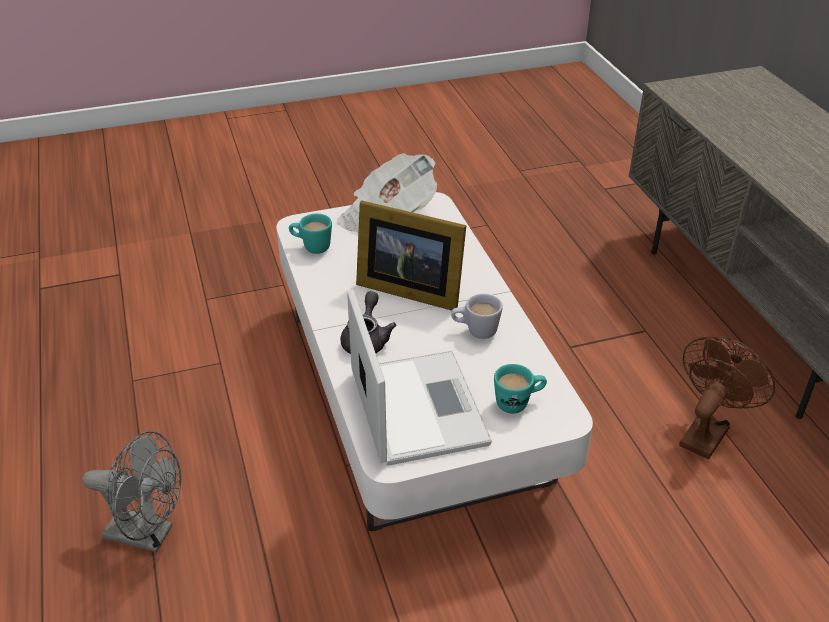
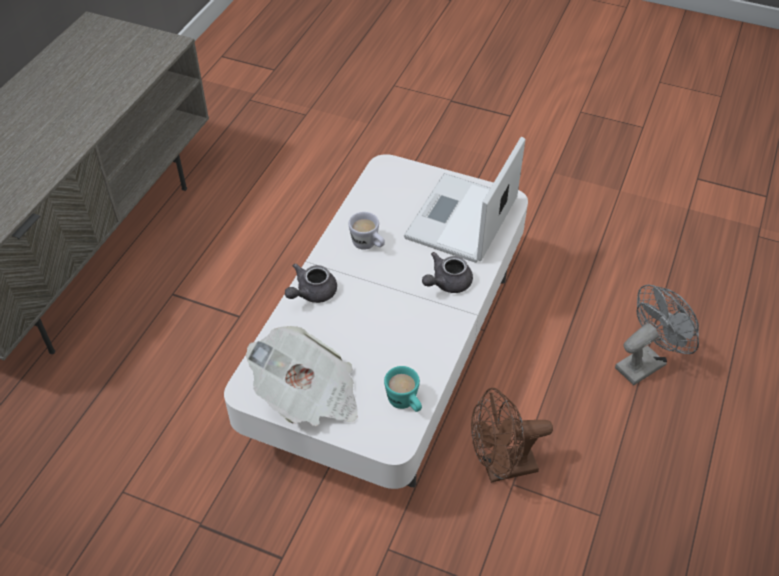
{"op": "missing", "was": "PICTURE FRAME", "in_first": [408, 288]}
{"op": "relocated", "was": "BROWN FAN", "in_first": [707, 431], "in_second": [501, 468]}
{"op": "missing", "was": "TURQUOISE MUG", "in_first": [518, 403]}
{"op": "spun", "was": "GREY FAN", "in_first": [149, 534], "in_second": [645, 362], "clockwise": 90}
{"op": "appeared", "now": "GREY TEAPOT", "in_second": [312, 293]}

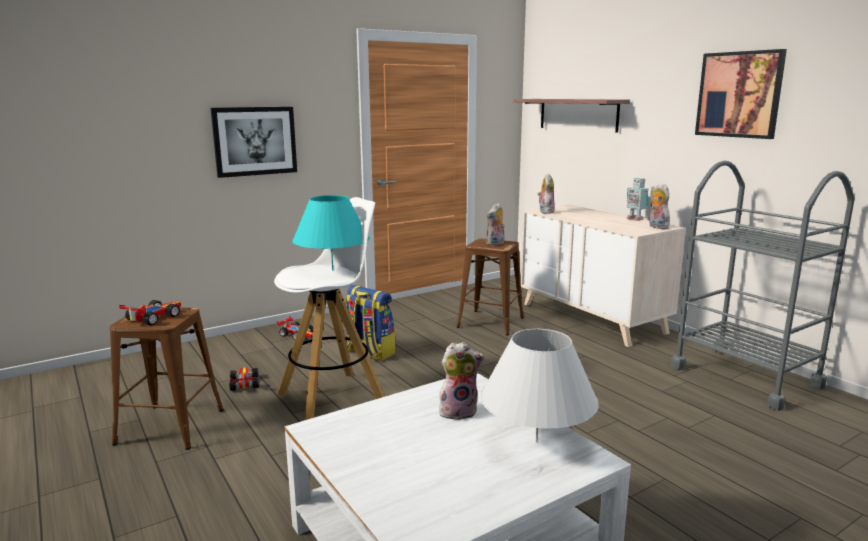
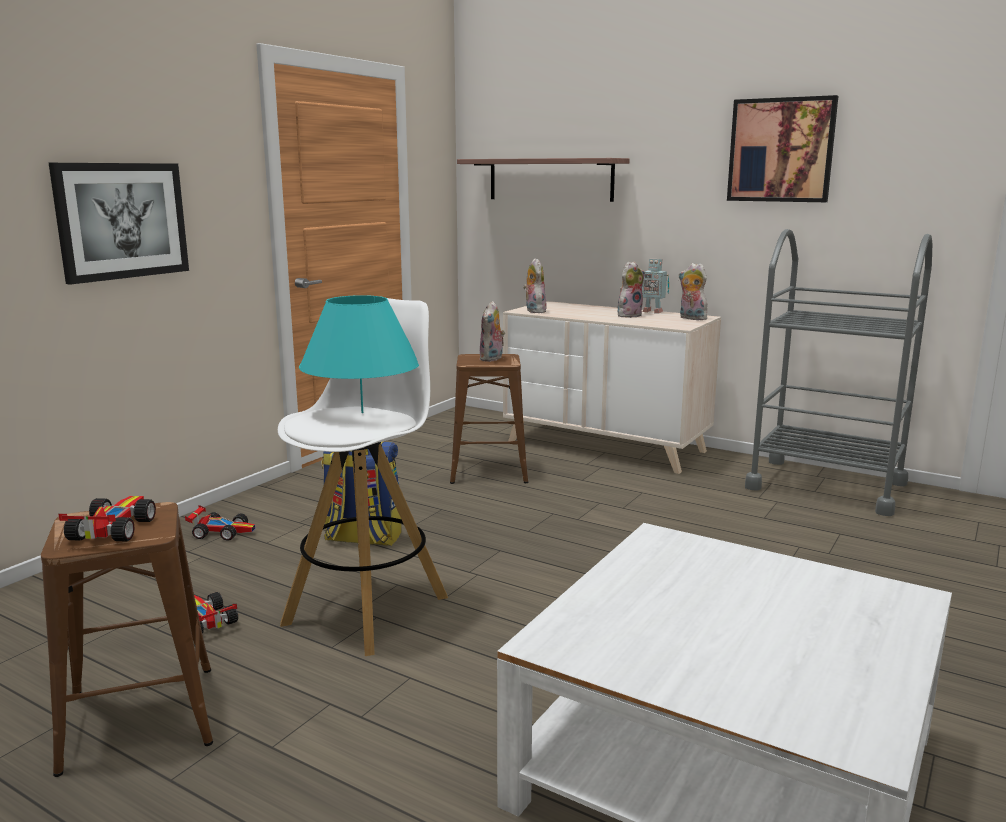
{"op": "missing", "was": "WHITE TABLE LAMP", "in_first": [536, 441]}
{"op": "relocated", "was": "PLUSH TOY", "in_first": [459, 411], "in_second": [629, 315]}

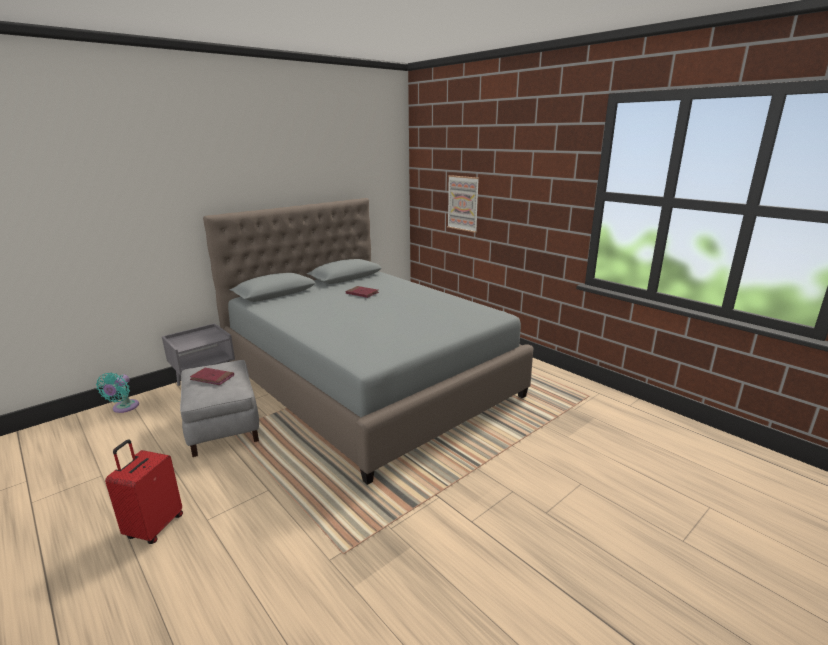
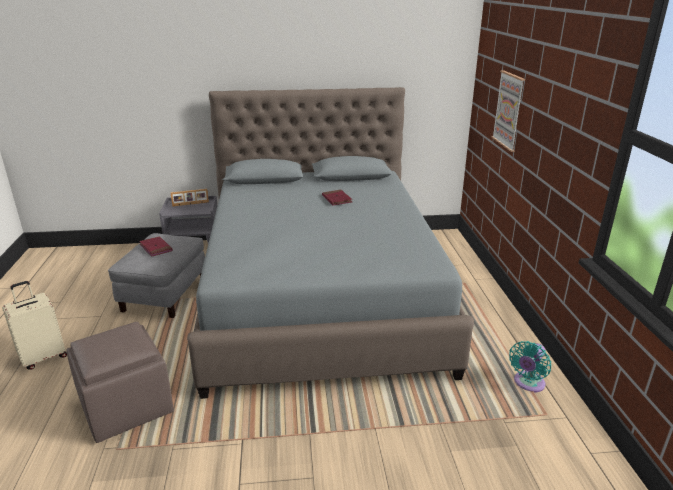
{"op": "relocated", "was": "TURQUOISE FAN", "in_first": [124, 408], "in_second": [527, 384]}
{"op": "colour", "was": "RED SUITCASE", "now": "BEIGE SUITCASE", "in_first": [154, 527], "in_second": [43, 357]}
{"op": "appeared", "now": "PICTURE FRAME", "in_second": [190, 204]}
{"op": "appeared", "now": "BROWN OTTOMAN", "in_second": [127, 406]}

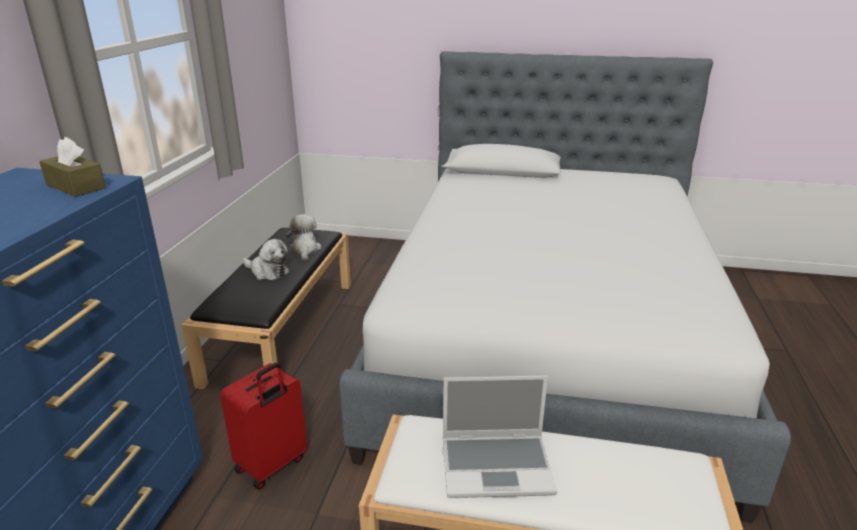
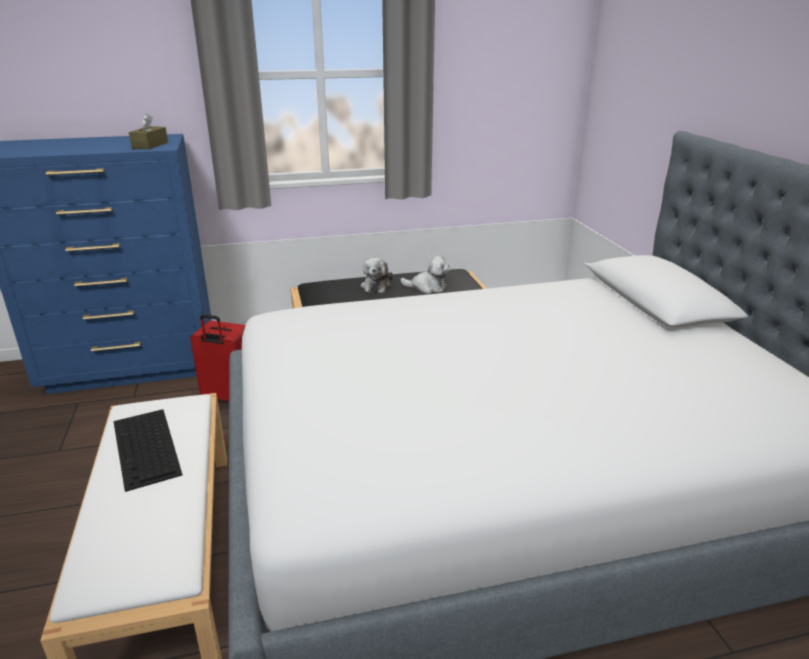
{"op": "spun", "was": "PLUSH TOY", "in_first": [305, 250], "in_second": [428, 287], "clockwise": 45}
{"op": "exchanged", "was": "LAPTOP", "now": "KEYBOARD", "in_first": [497, 466], "in_second": [146, 447]}

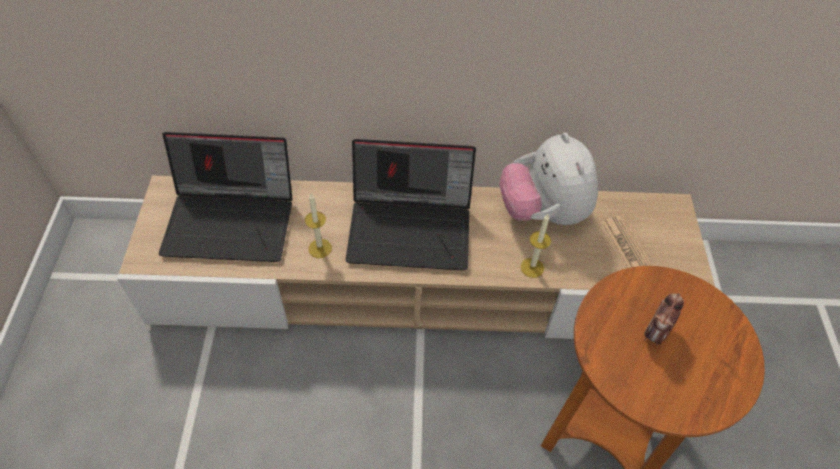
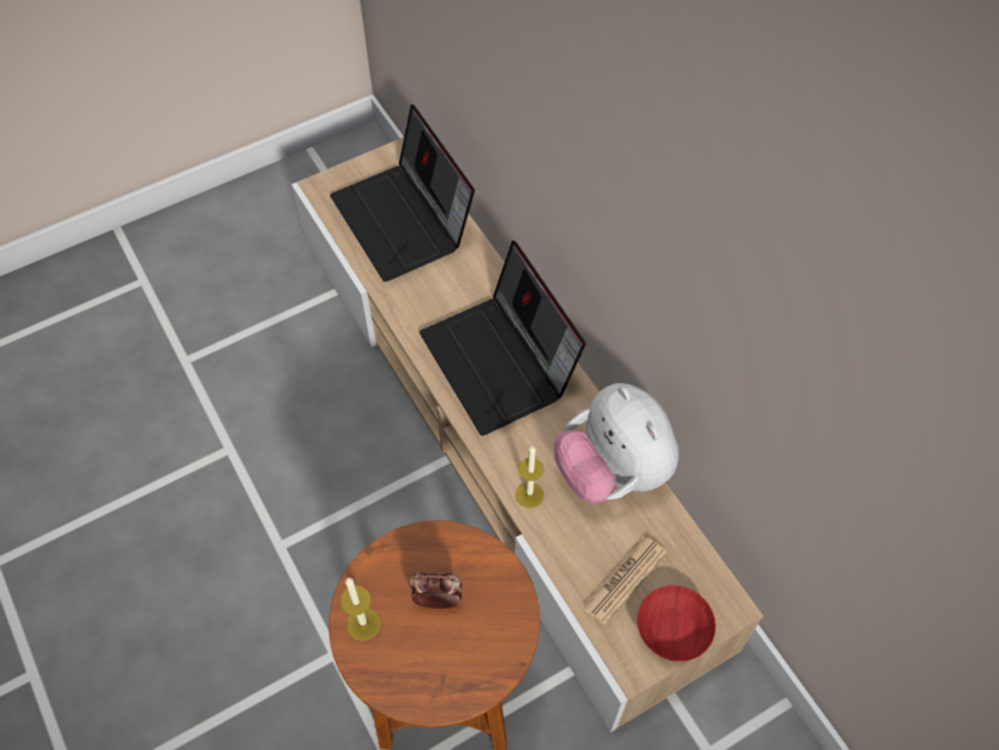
{"op": "spun", "was": "PLUSH TOY", "in_first": [543, 212], "in_second": [612, 471], "clockwise": -75}
{"op": "relocated", "was": "CANDLE", "in_first": [320, 248], "in_second": [363, 624]}
{"op": "appeared", "now": "RED BOWL", "in_second": [673, 631]}

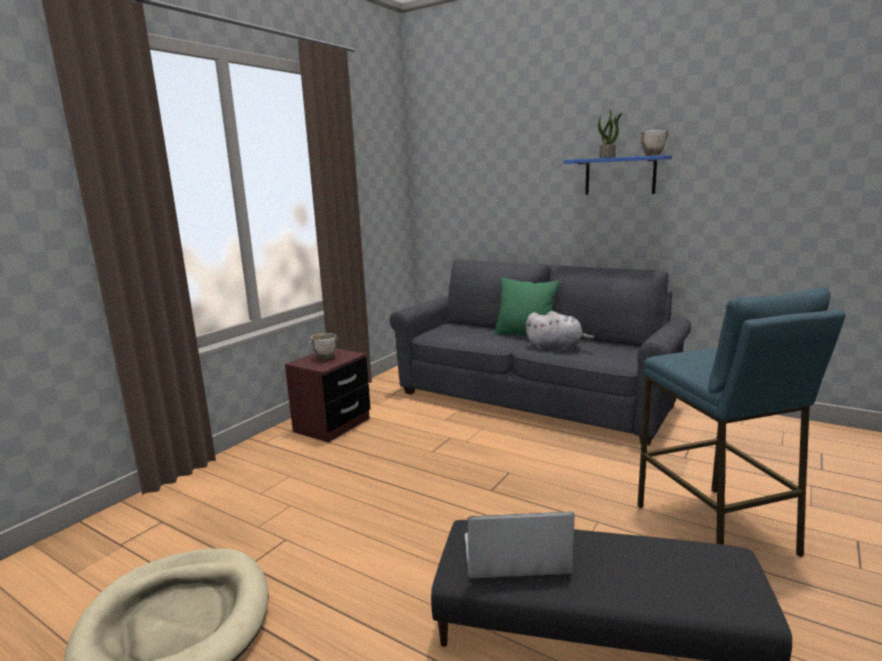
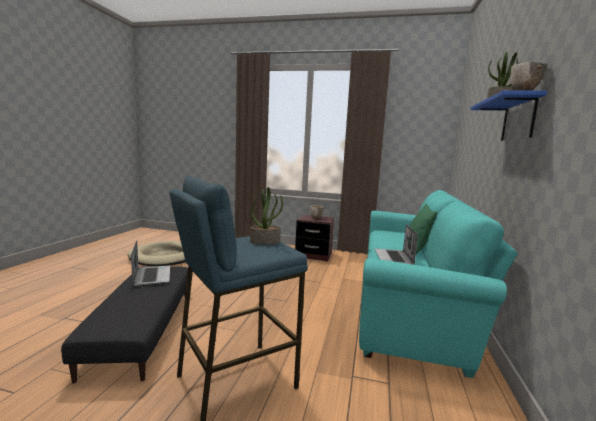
{"op": "colour", "was": "GREY SOFA", "now": "TURQUOISE SOFA", "in_first": [534, 397], "in_second": [411, 304]}
{"op": "exchanged", "was": "GREY PLUSH TOY", "now": "LAPTOP", "in_first": [556, 347], "in_second": [394, 258]}
{"op": "appeared", "now": "POTTED PLANT", "in_second": [265, 241]}

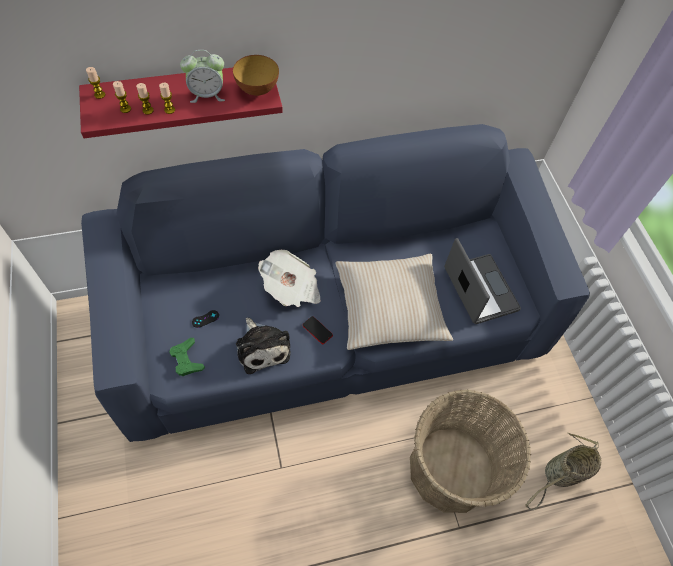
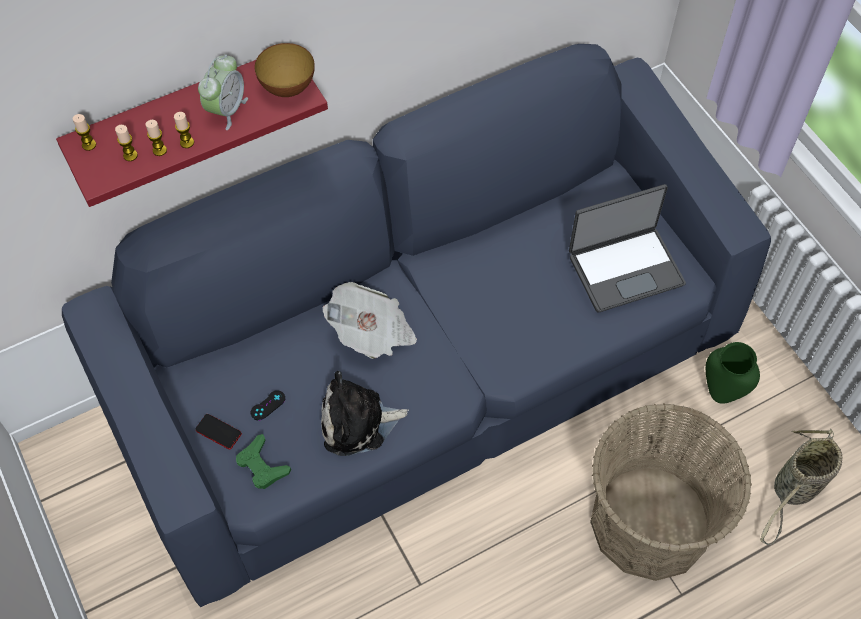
{"op": "spun", "was": "ALARM CLOCK", "in_first": [207, 94], "in_second": [226, 110], "clockwise": -45}
{"op": "spun", "was": "LAPTOP", "in_first": [479, 290], "in_second": [625, 268], "clockwise": 105}
{"op": "missing", "was": "BEIGE PILLOW", "in_first": [389, 307]}
{"op": "relocated", "was": "PHONE", "in_first": [317, 330], "in_second": [218, 432]}
{"op": "spun", "was": "PLUSH TOY", "in_first": [262, 347], "in_second": [358, 423], "clockwise": 120}
{"op": "appeared", "now": "GREEN VASE", "in_second": [722, 392]}

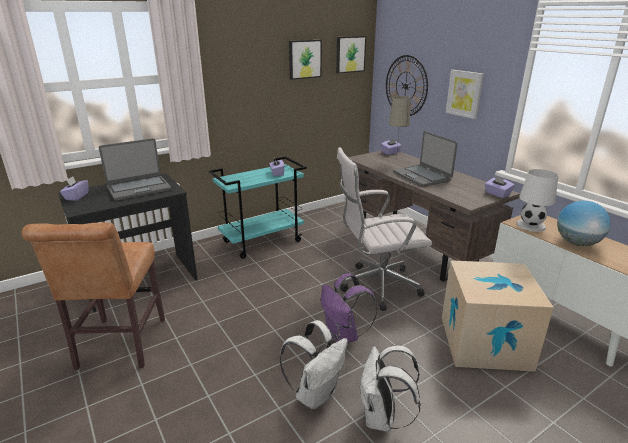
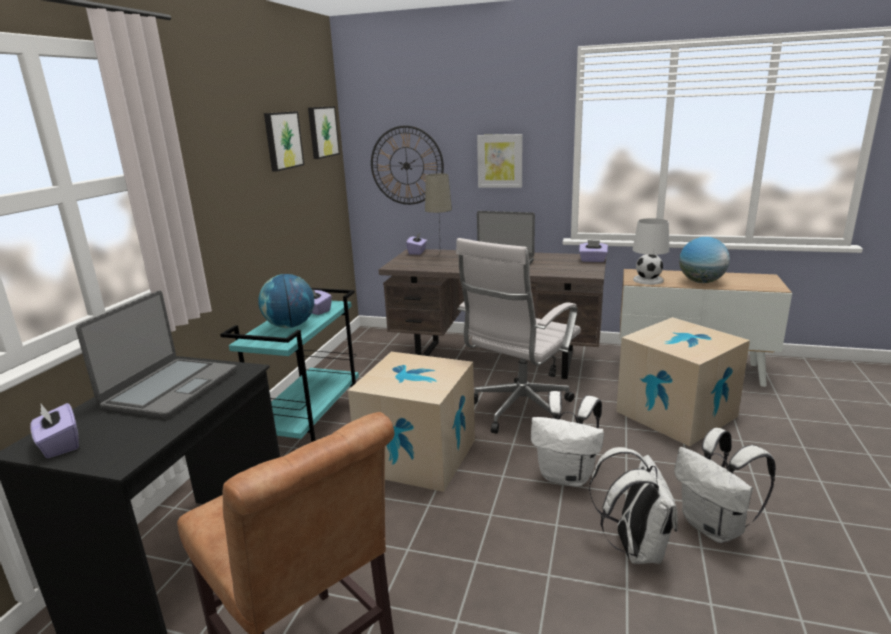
{"op": "colour", "was": "PURPLE BACKPACK", "now": "WHITE BACKPACK", "in_first": [344, 336], "in_second": [567, 476]}
{"op": "appeared", "now": "GLOBE", "in_second": [290, 326]}
{"op": "appeared", "now": "CARDBOARD BOX", "in_second": [418, 456]}

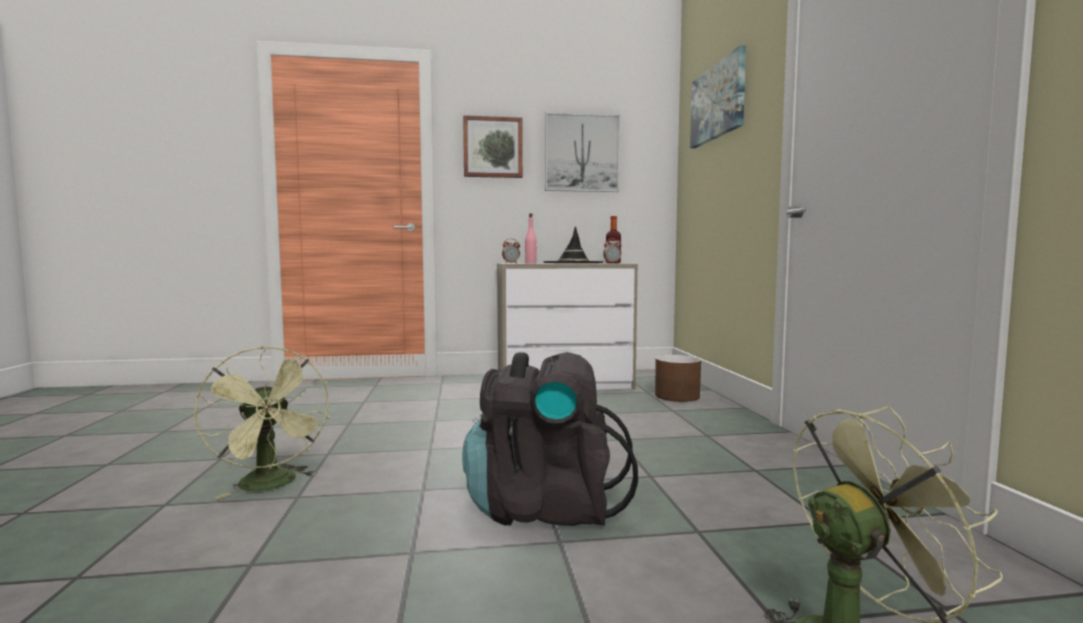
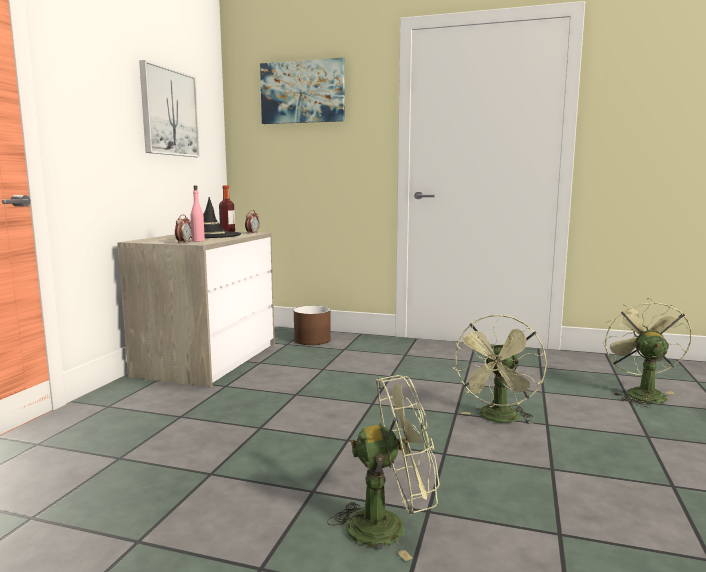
{"op": "missing", "was": "PICTURE", "in_first": [492, 147]}
{"op": "exchanged", "was": "BLACK BACKPACK", "now": "GREEN FAN", "in_first": [544, 507], "in_second": [498, 419]}

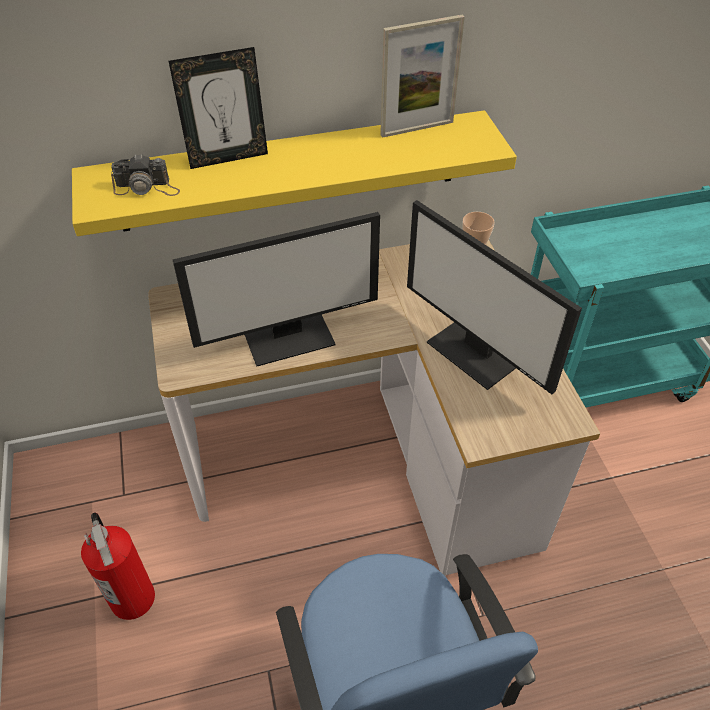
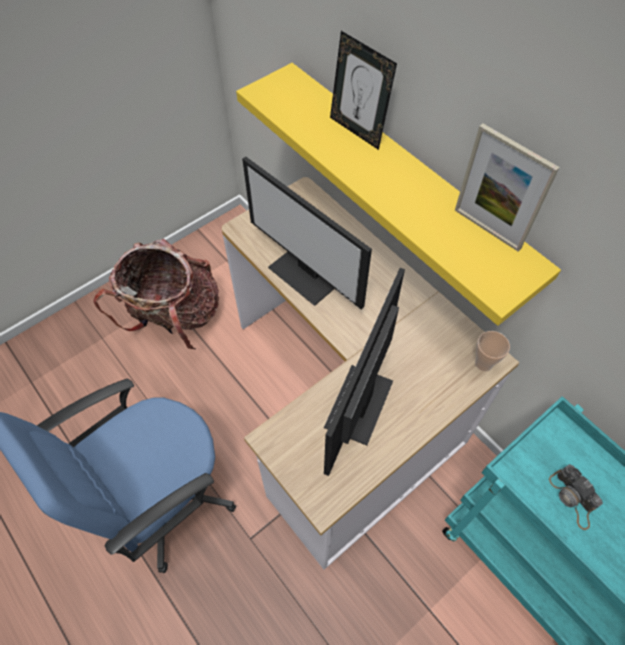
{"op": "relocated", "was": "PHOTO CAMERA", "in_first": [147, 188], "in_second": [572, 499]}
{"op": "exchanged", "was": "FIRE EXTINGUISHER", "now": "BACKPACK", "in_first": [133, 597], "in_second": [175, 317]}

